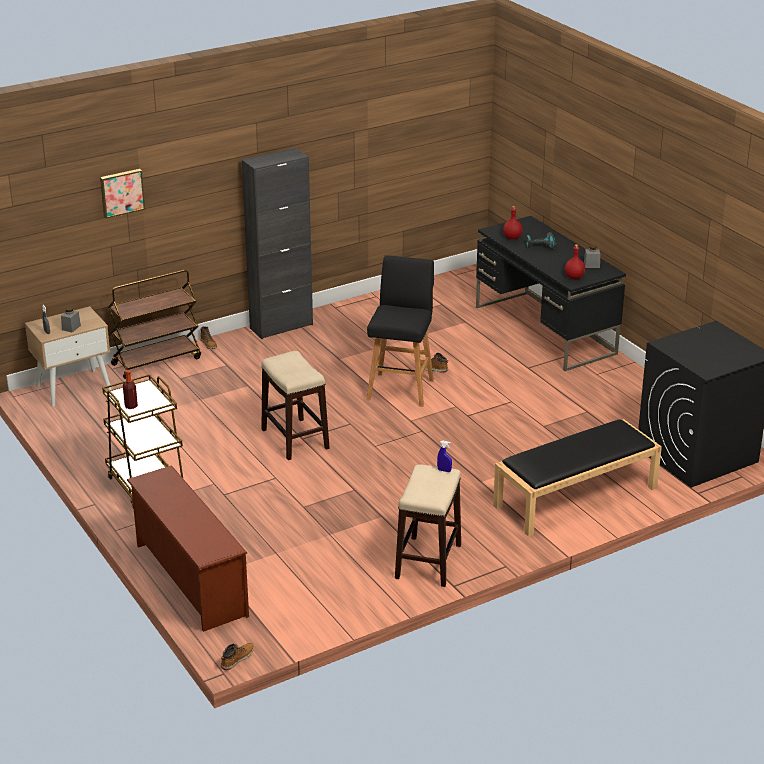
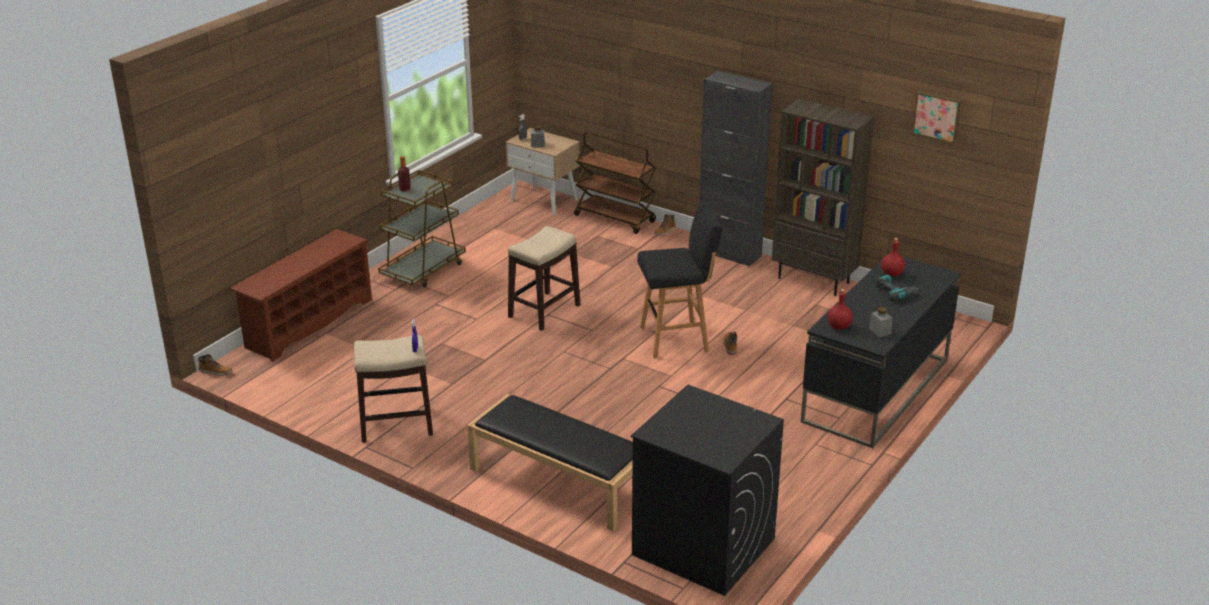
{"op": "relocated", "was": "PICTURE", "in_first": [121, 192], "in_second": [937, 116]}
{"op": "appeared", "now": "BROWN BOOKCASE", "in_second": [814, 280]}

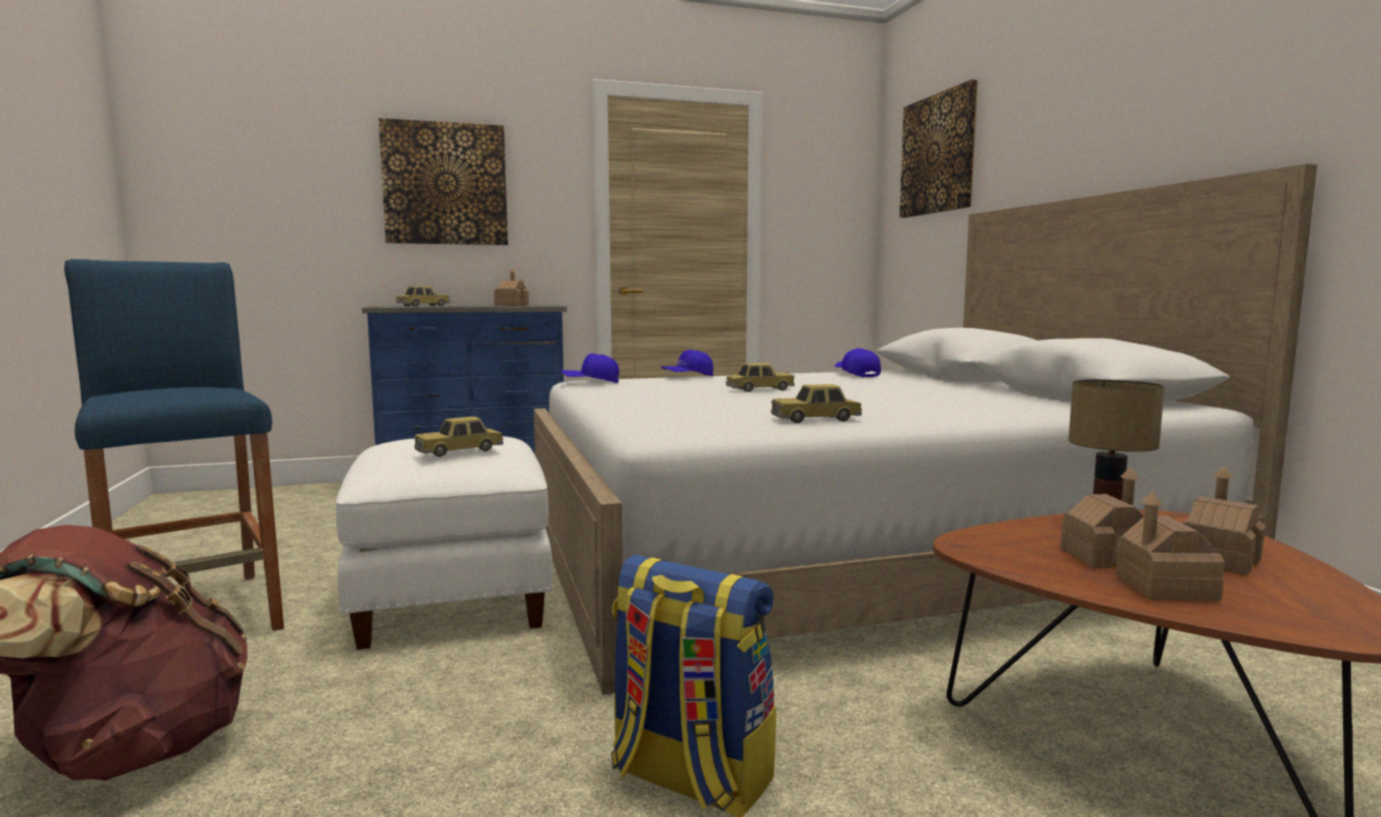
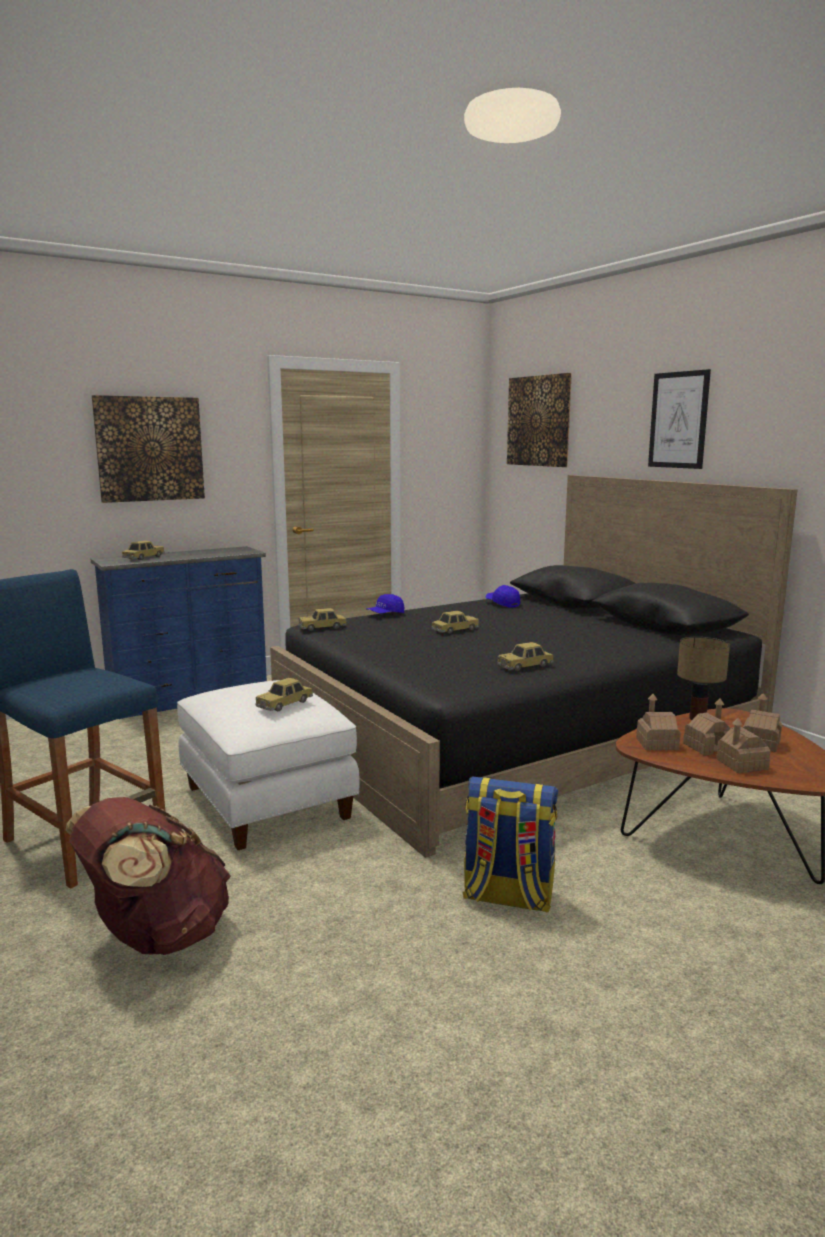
{"op": "colour", "was": "WHITE BED", "now": "BLACK BED", "in_first": [849, 554], "in_second": [516, 738]}
{"op": "relocated", "was": "TOY HOUSE", "in_first": [511, 305], "in_second": [657, 743]}
{"op": "exchanged", "was": "BLUE CAP", "now": "TOY CAR", "in_first": [590, 382], "in_second": [322, 627]}
{"op": "appeared", "now": "PICTURE", "in_second": [678, 420]}

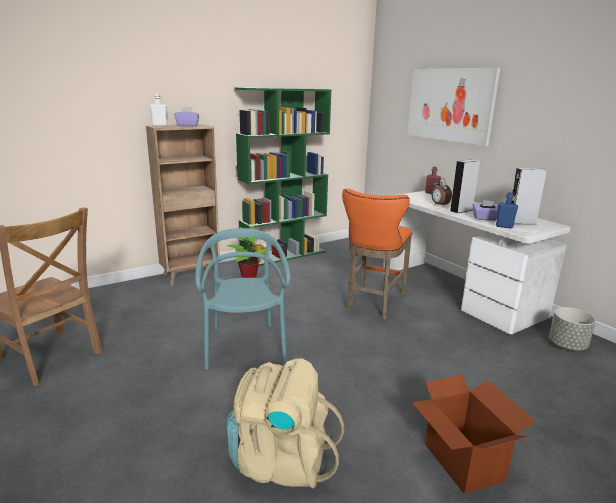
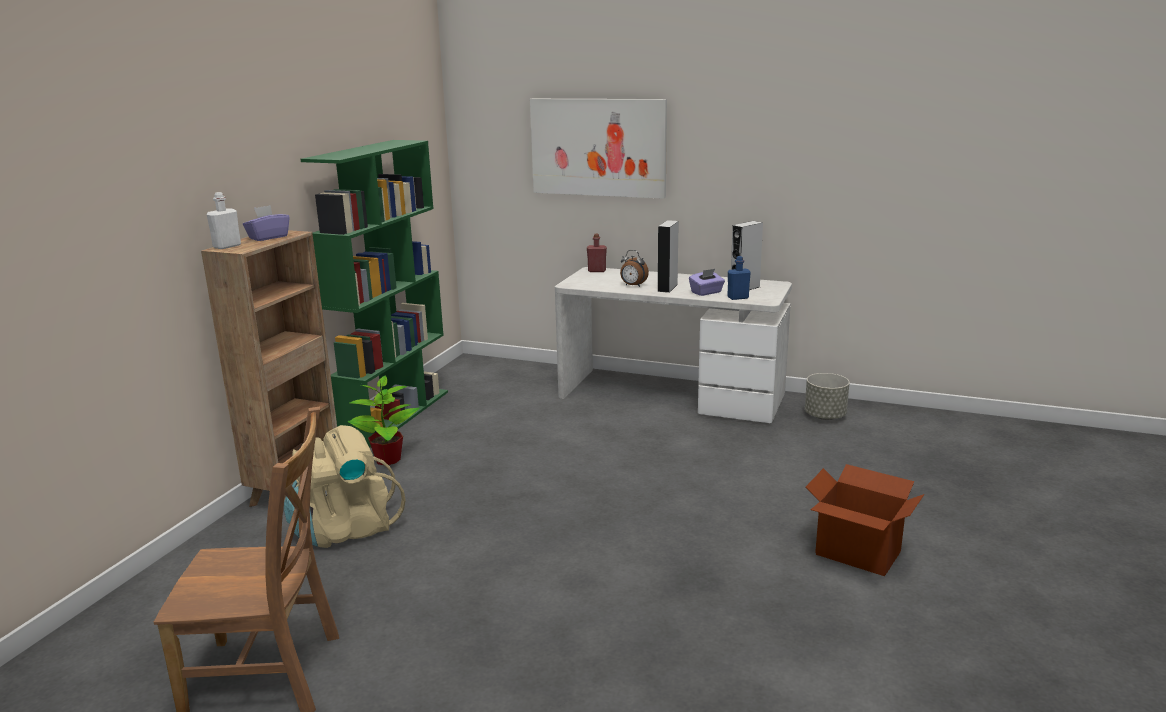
{"op": "missing", "was": "ORANGE STOOL", "in_first": [373, 303]}
{"op": "missing", "was": "TURQUOISE CHAIR", "in_first": [244, 346]}
{"op": "relocated", "was": "BEIGE BACKPACK", "in_first": [281, 461], "in_second": [345, 529]}

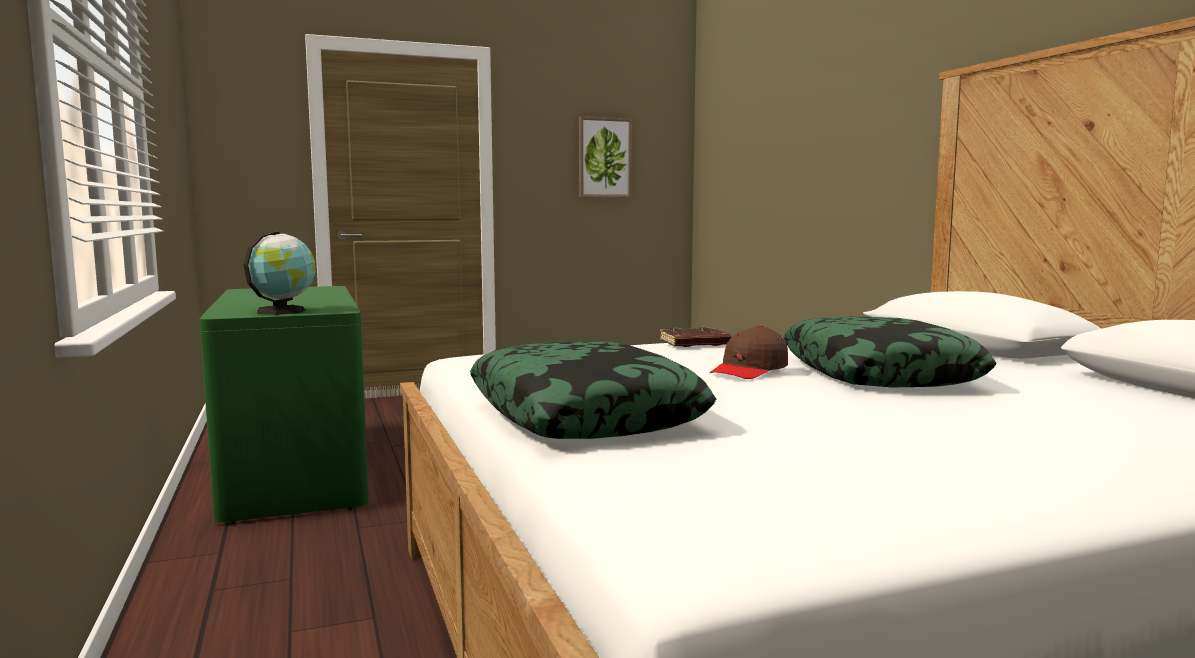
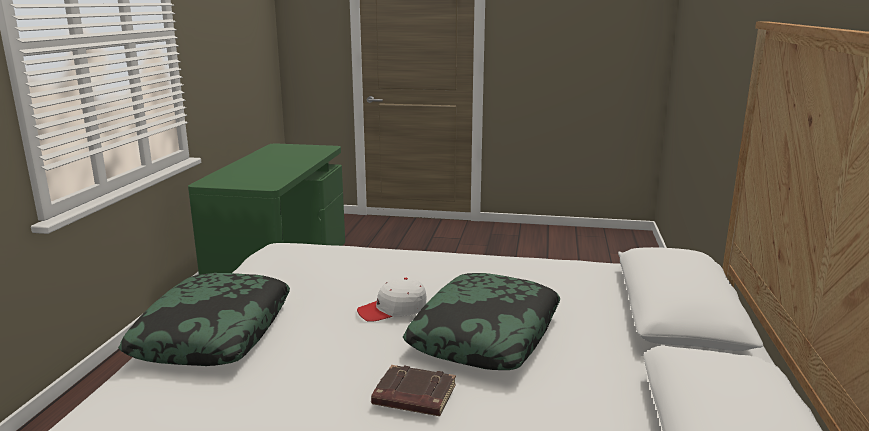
{"op": "missing", "was": "PICTURE", "in_first": [604, 157]}
{"op": "missing", "was": "GLOBE", "in_first": [283, 311]}
{"op": "colour", "was": "BROWN CAP", "now": "WHITE CAP", "in_first": [749, 370], "in_second": [393, 310]}
{"op": "relocated", "was": "BROWN BOOK", "in_first": [694, 343], "in_second": [413, 397]}

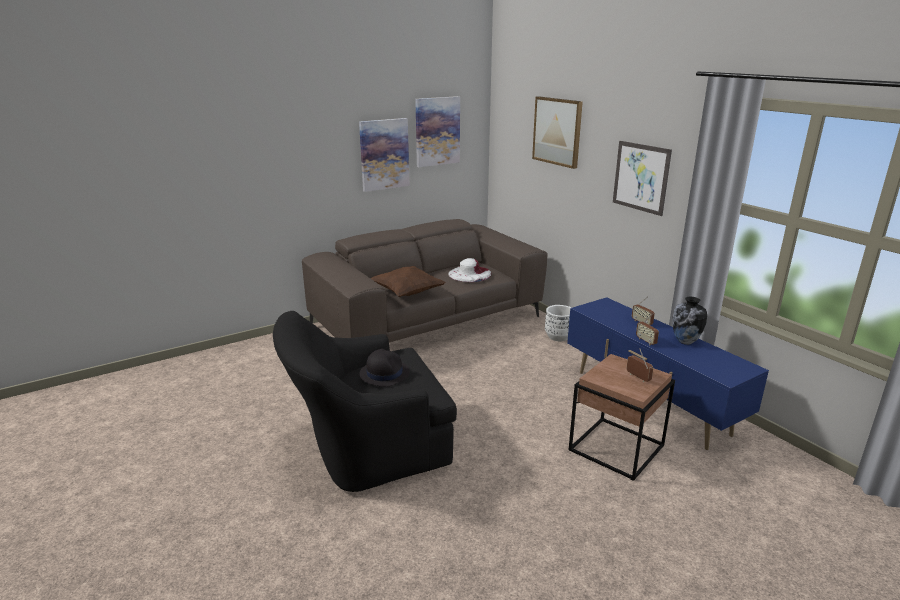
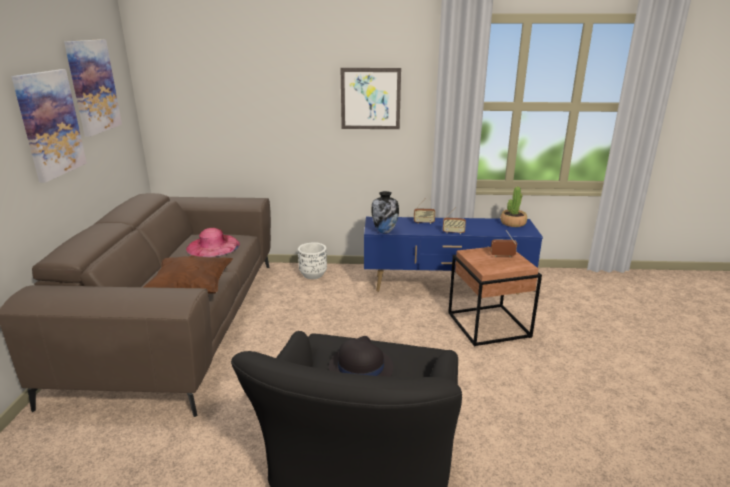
{"op": "missing", "was": "PICTURE", "in_first": [557, 131]}
{"op": "colour", "was": "WHITE HAT", "now": "PINK HAT", "in_first": [469, 274], "in_second": [213, 246]}
{"op": "relocated", "was": "VASE", "in_first": [685, 342], "in_second": [385, 231]}
{"op": "appeared", "now": "POTTED PLANT", "in_second": [513, 223]}

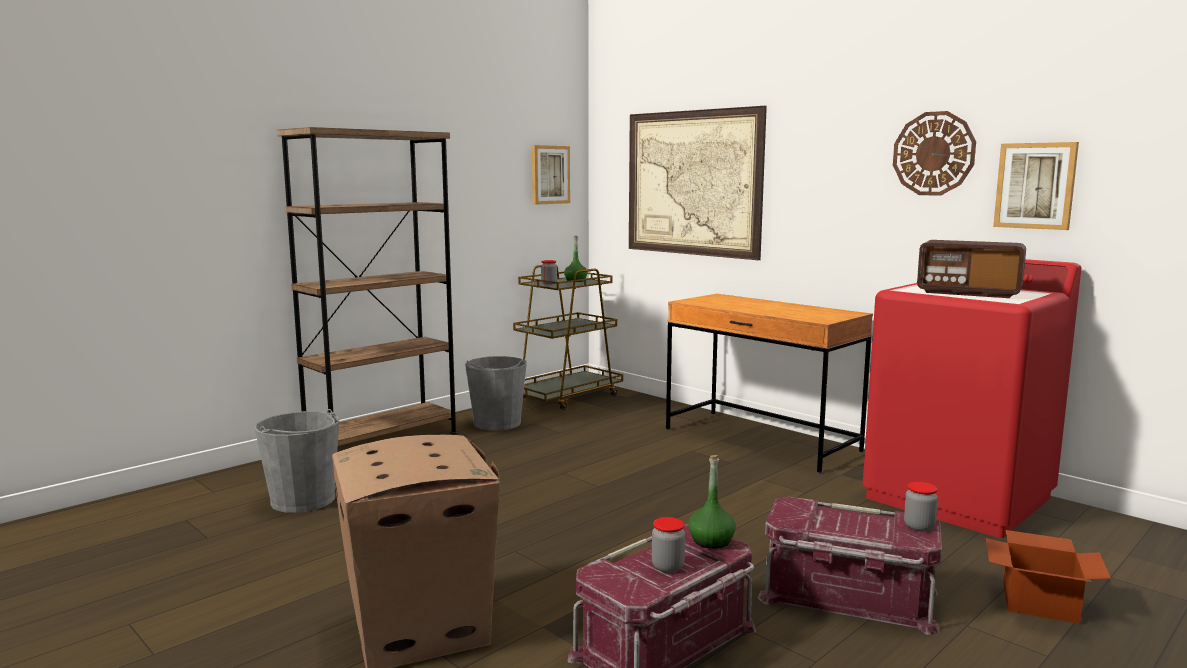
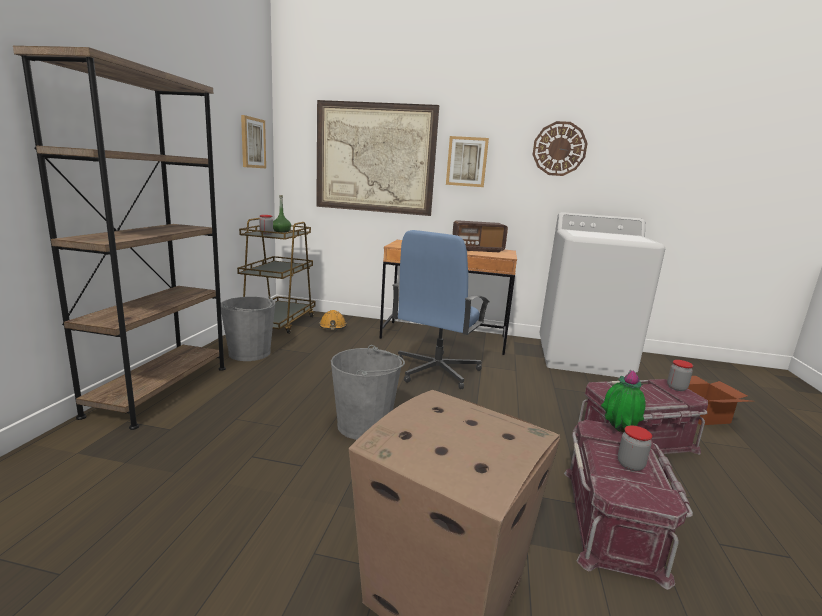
{"op": "relocated", "was": "PICTURE", "in_first": [1035, 186], "in_second": [467, 162]}
{"op": "relocated", "was": "RADIO", "in_first": [968, 293], "in_second": [477, 249]}
{"op": "colour", "was": "RED WASHING MACHINE", "now": "WHITE WASHING MACHINE", "in_first": [959, 498], "in_second": [583, 358]}
{"op": "relocated", "was": "GREY BUCKET", "in_first": [303, 500], "in_second": [364, 425]}
{"op": "exchanged", "was": "GREEN BOTTLE", "now": "POTTED PLANT", "in_first": [711, 541], "in_second": [617, 432]}
{"op": "appeared", "now": "BLUE OFFICE CHAIR", "in_second": [435, 371]}
{"op": "appeared", "now": "ORANGE HARD HAT", "in_second": [332, 327]}

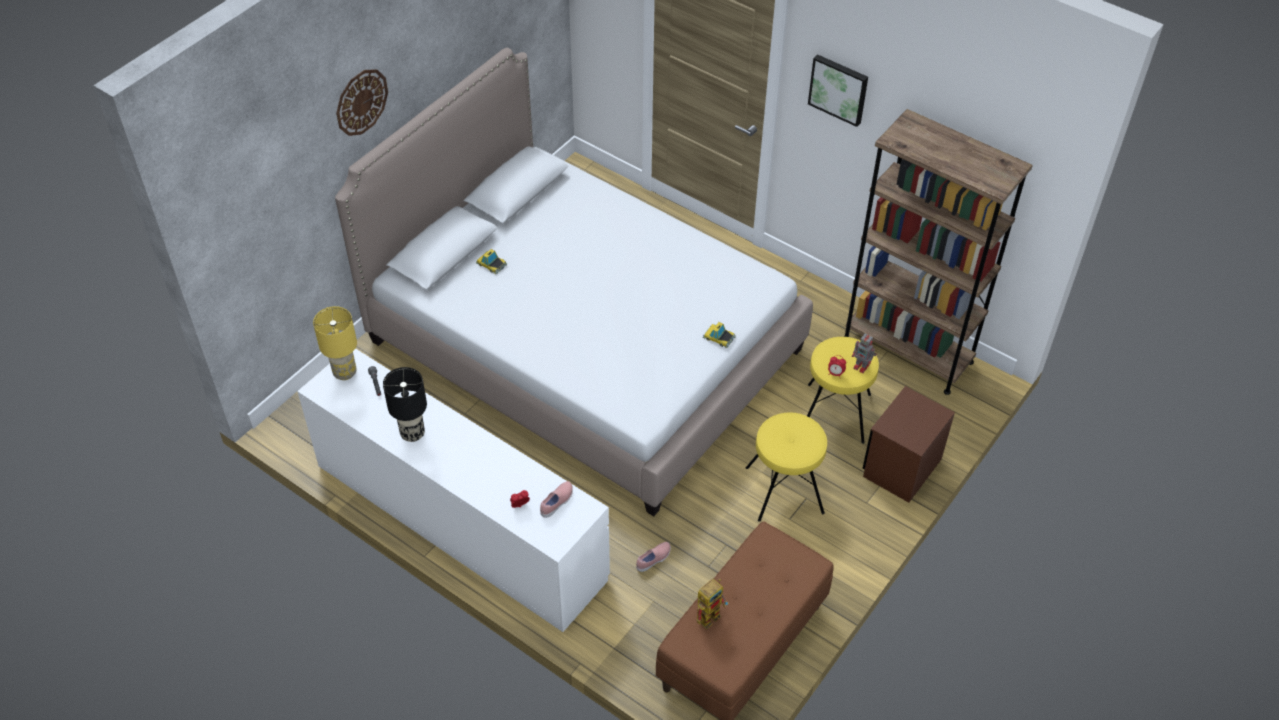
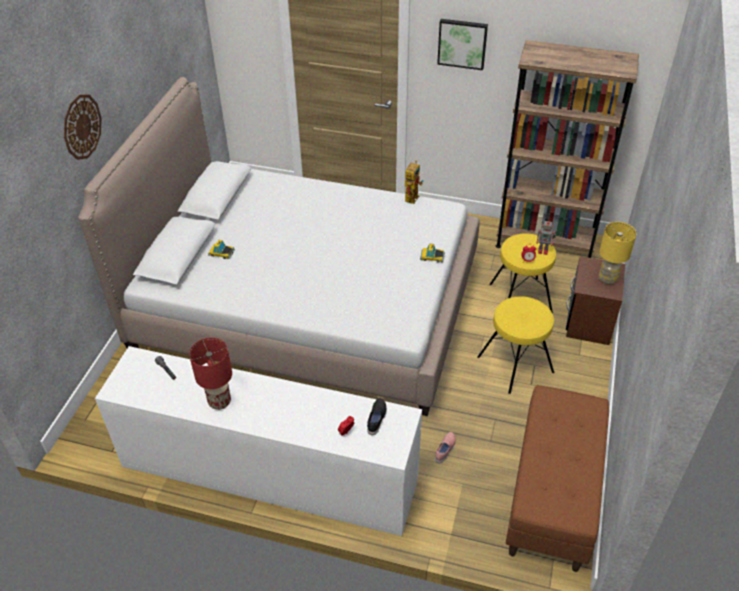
{"op": "relocated", "was": "YELLOW TABLE LAMP", "in_first": [345, 372], "in_second": [607, 279]}
{"op": "colour", "was": "BLACK TABLE LAMP", "now": "RED TABLE LAMP", "in_first": [412, 434], "in_second": [219, 402]}
{"op": "colour", "was": "PINK SHOE", "now": "BLACK SHOE", "in_first": [557, 503], "in_second": [377, 419]}
{"op": "relocated", "was": "TOY ROBOT", "in_first": [710, 613], "in_second": [412, 196]}

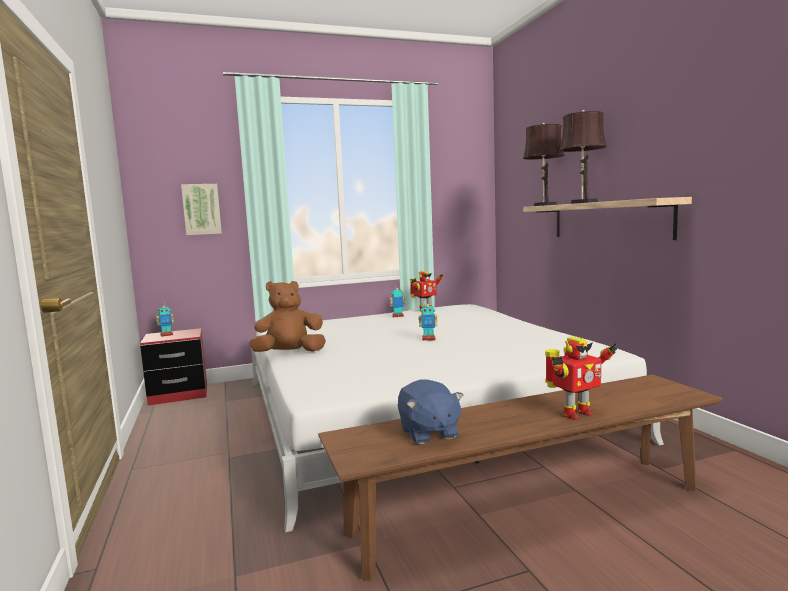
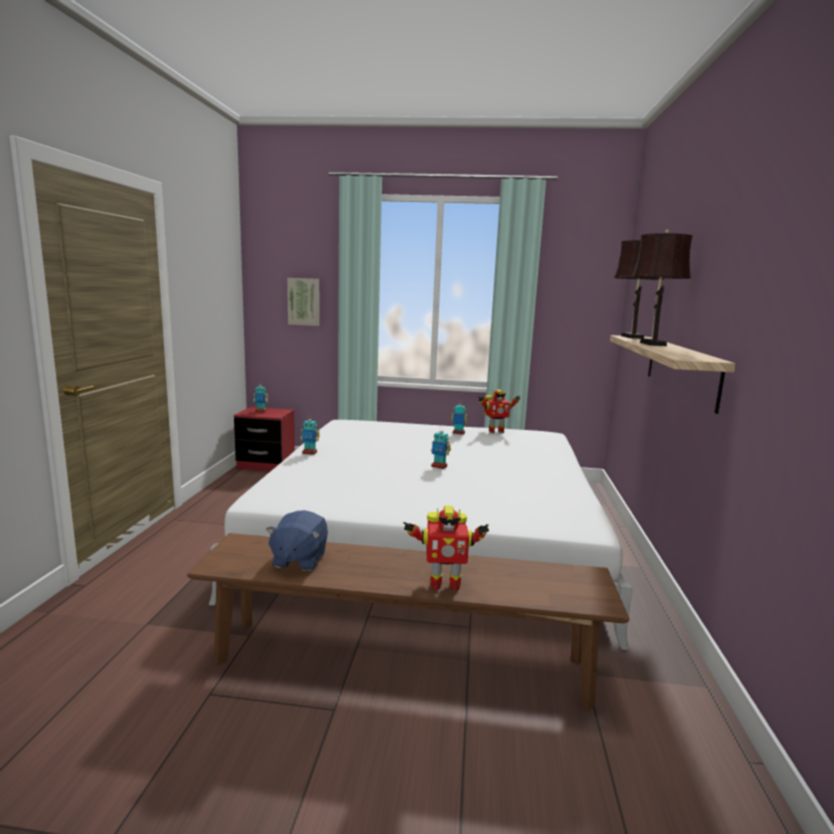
{"op": "exchanged", "was": "BROWN PLUSH TOY", "now": "TOY ROBOT", "in_first": [289, 353], "in_second": [309, 452]}

